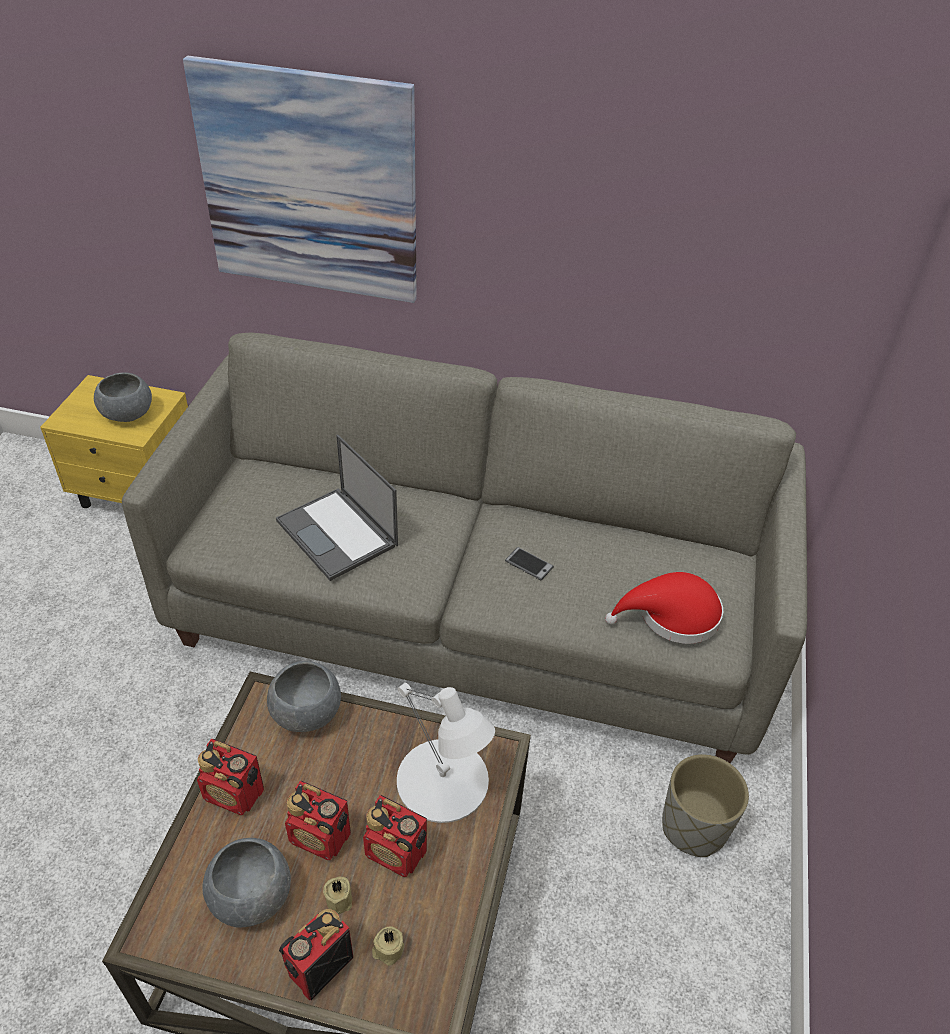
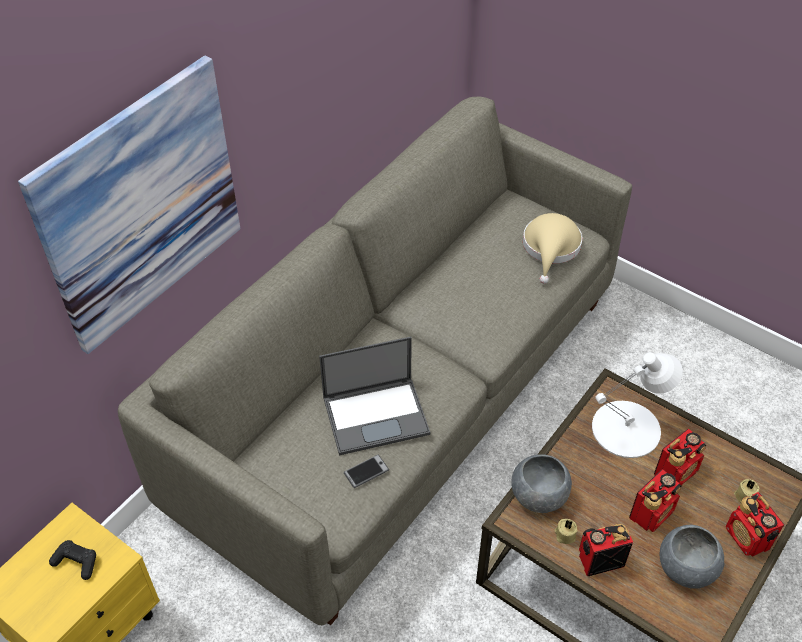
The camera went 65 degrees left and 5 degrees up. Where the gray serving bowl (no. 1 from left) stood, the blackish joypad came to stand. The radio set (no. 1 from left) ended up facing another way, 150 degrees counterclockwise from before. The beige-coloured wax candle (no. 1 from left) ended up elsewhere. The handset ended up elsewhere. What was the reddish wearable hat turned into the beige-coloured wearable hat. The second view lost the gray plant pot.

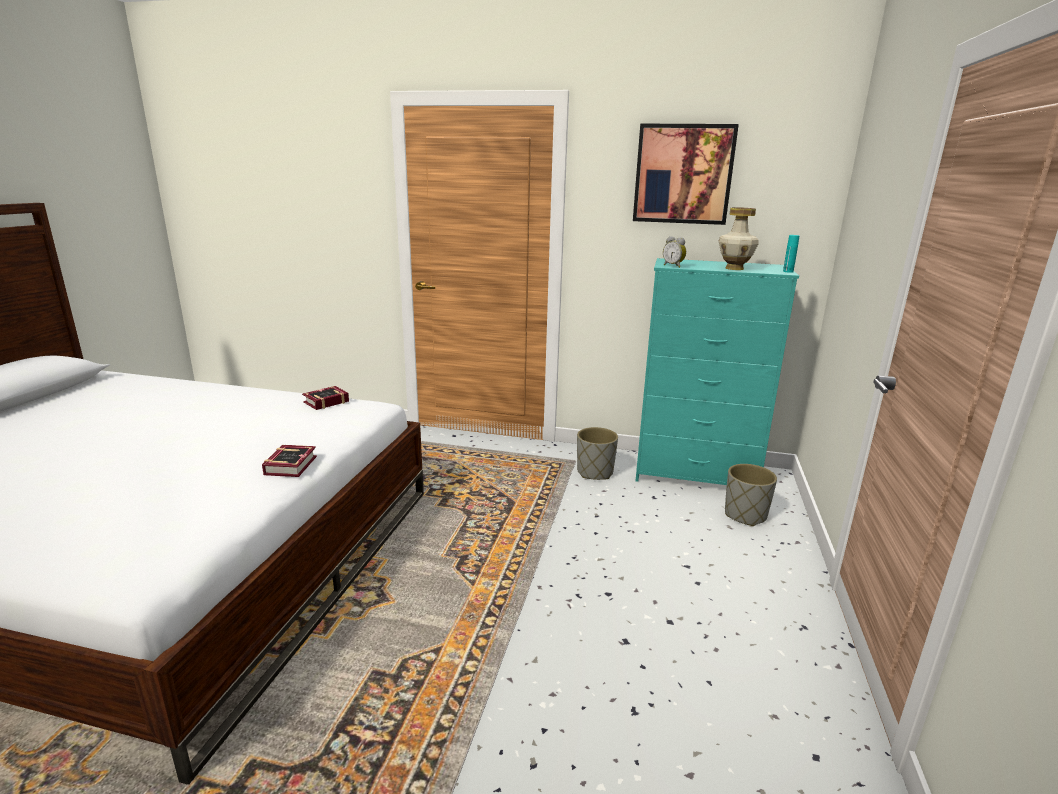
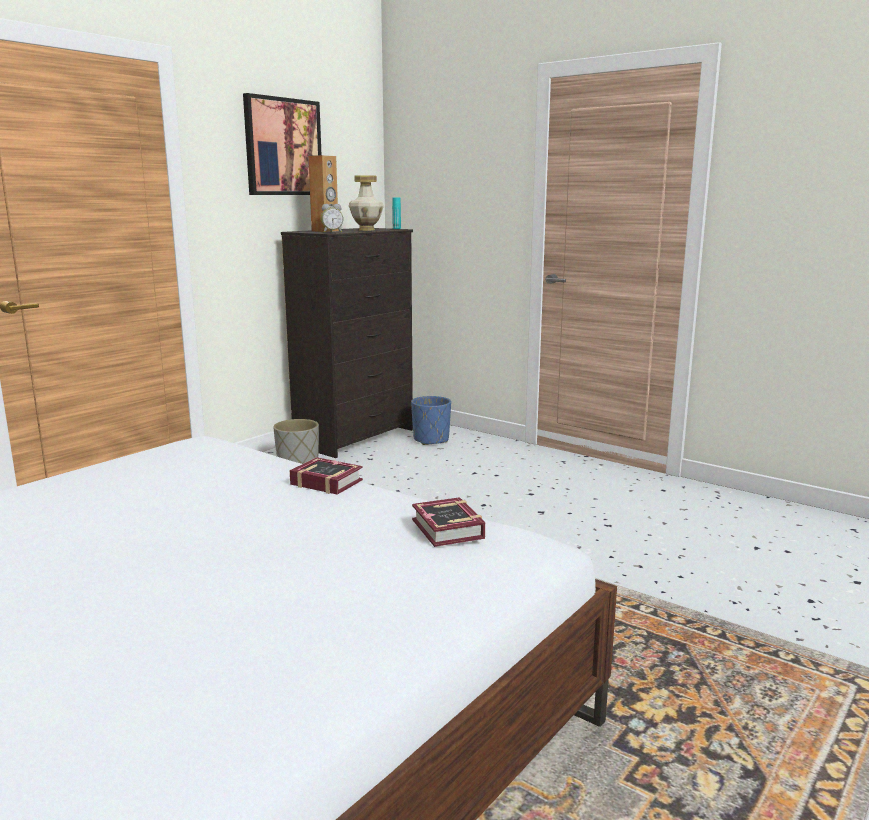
The camera went 65 degrees left and 5 degrees down. The bound book (no. 2 from left) ended up elsewhere. What was the turquoise drawer chest turned into the blackish drawer chest. What was the gray plant pot (no. 2 from left) turned into the bluish plant pot. The second view gained the brown loudspeaker.

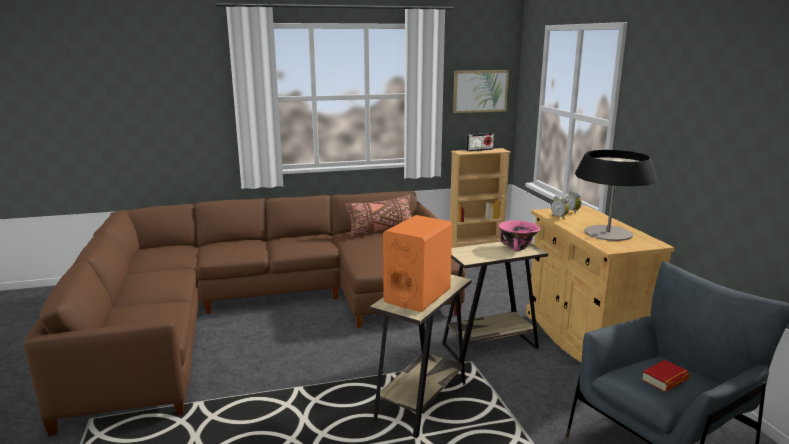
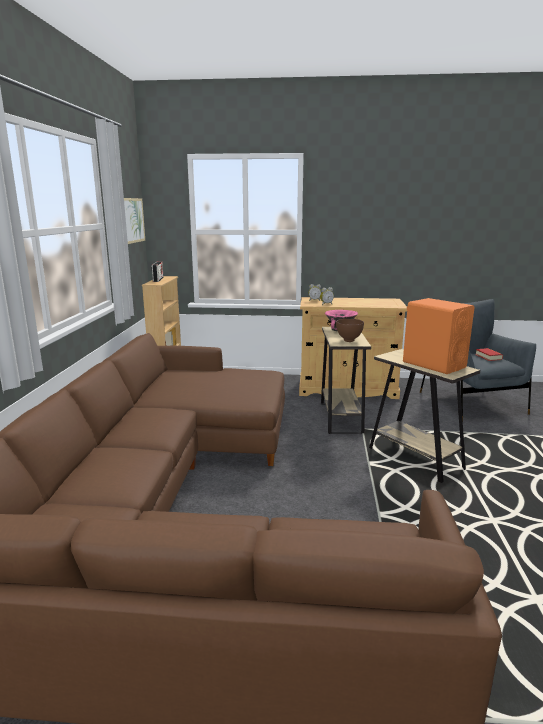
The camera went 70 degrees left and 0 degrees up. The second view lost the brown pillow. The second view lost the lamp for a table. The second view gained the brown serving bowl.

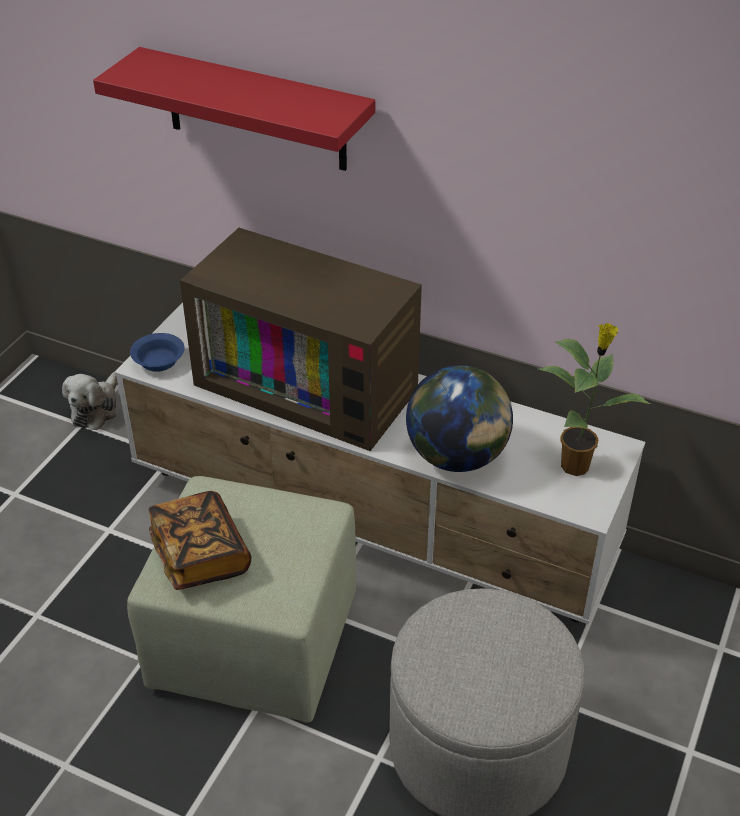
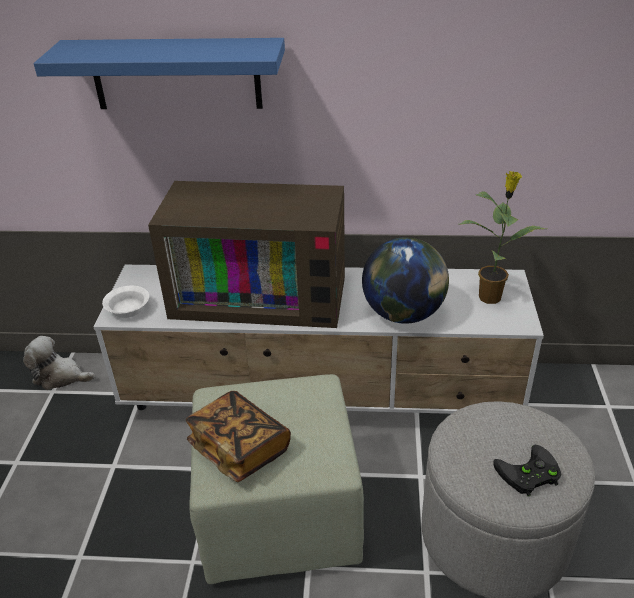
The camera went 20 degrees left and 5 degrees down. The plush toy ended up facing another way, 105 degrees clockwise from before. What was the reddish wall shelf turned into the bluish wall shelf. What was the bluish serving bowl turned into the white serving bowl. The second view gained the blackish joypad.

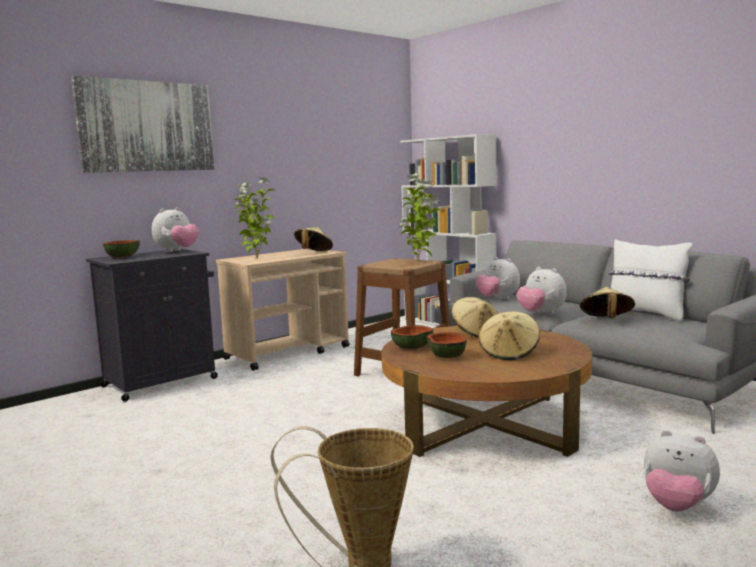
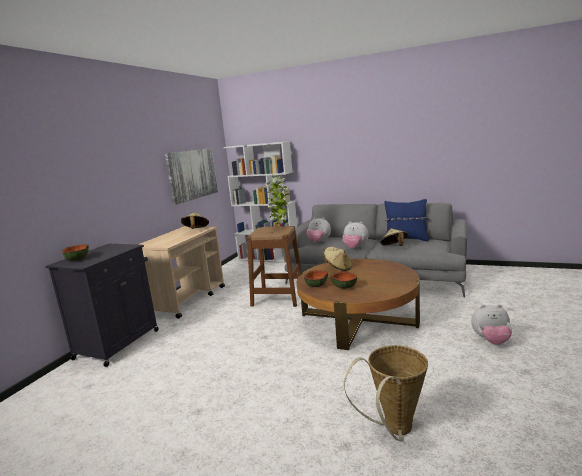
The camera went 25 degrees left and 5 degrees up. The picture ended up elsewhere. The second view lost the plush toy (no. 1 from left). The second view lost the houseplant (no. 1 from left). The second view lost the beige-coloured wearable hat (no. 3 from left). What was the white pillow turned into the bluish pillow.

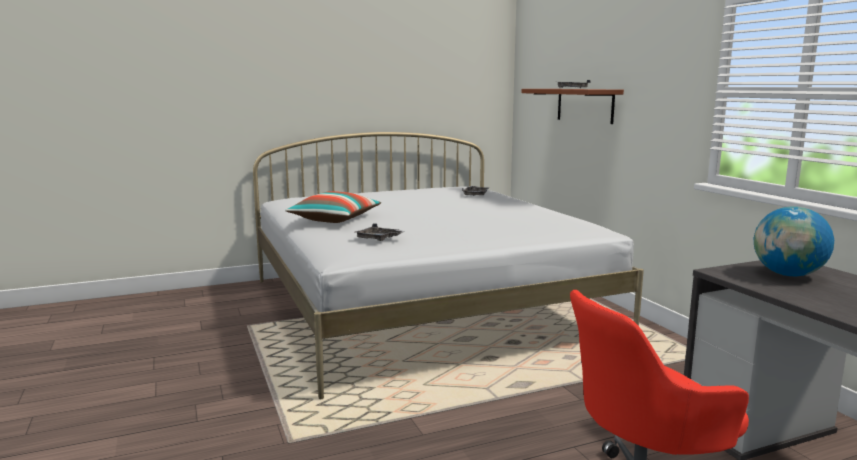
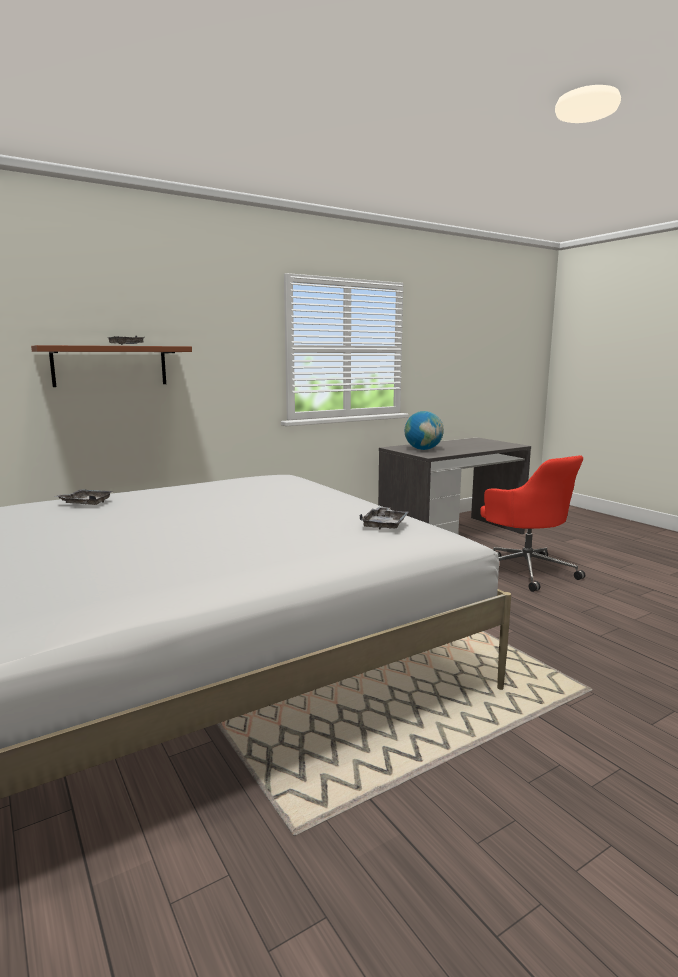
The camera went 100 degrees left and 0 degrees up. The second view lost the pillow.

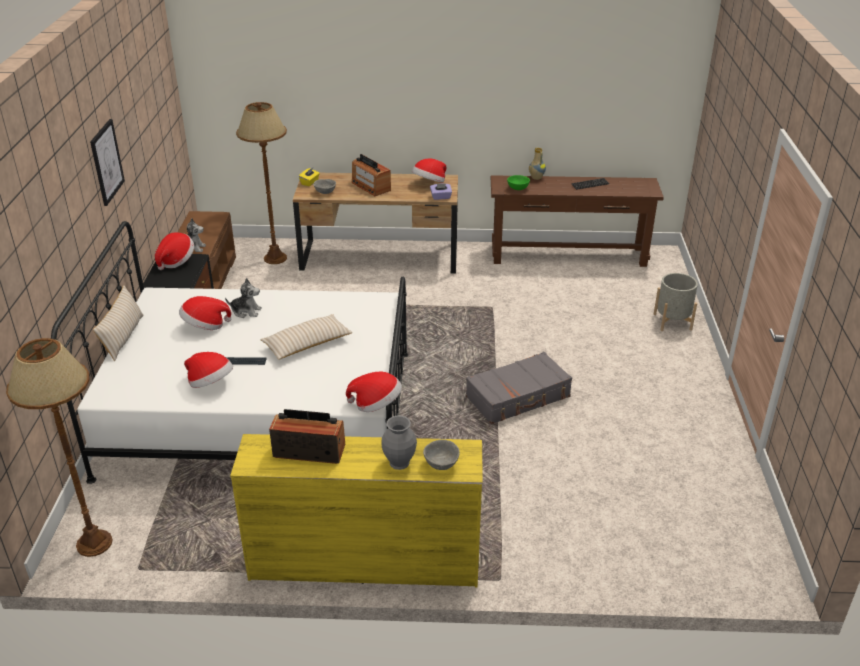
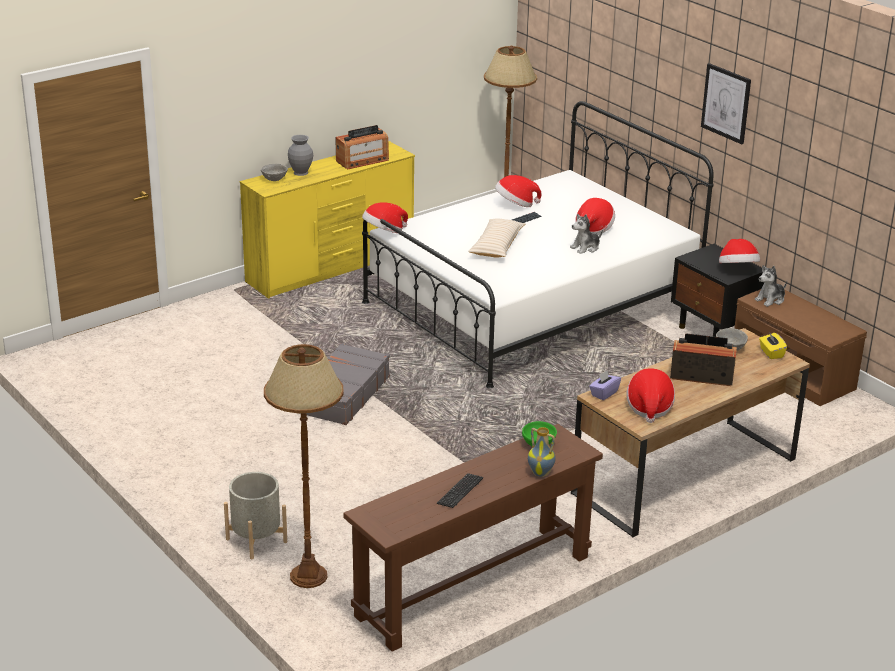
The camera went 140 degrees right and 5 degrees down. The second view lost the beige-coloured pillow (no. 1 from left). The brown standard lamp (no. 2 from left in the first image) ended up elsewhere.

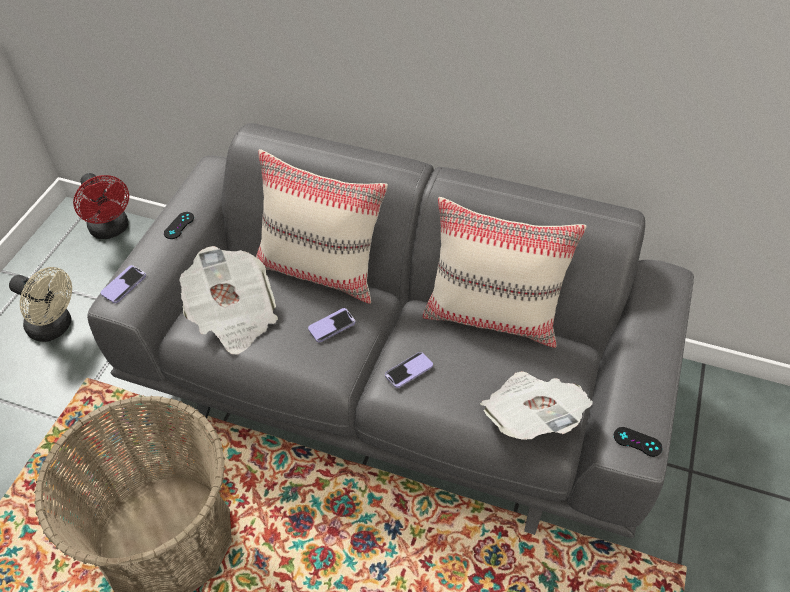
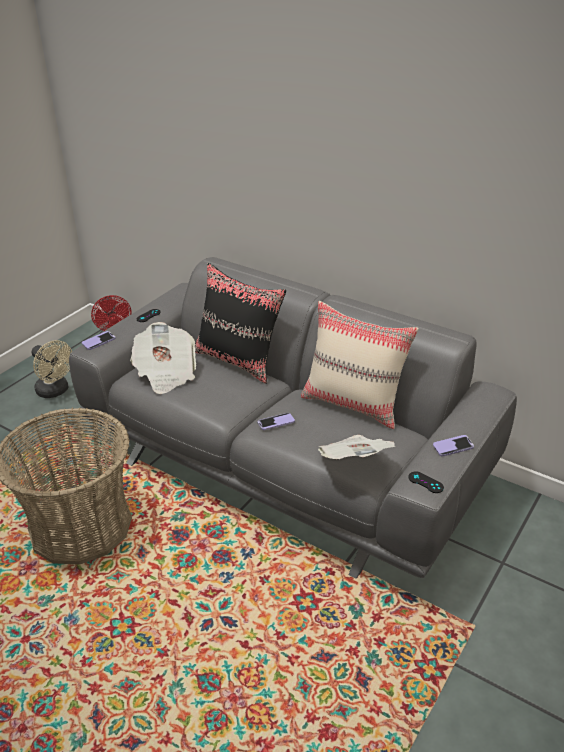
The camera went 15 degrees right and 15 degrees down. What was the beige-coloured pillow (no. 1 from left) turned into the blackish pillow. The handset (no. 2 from left in the first image) ended up elsewhere.

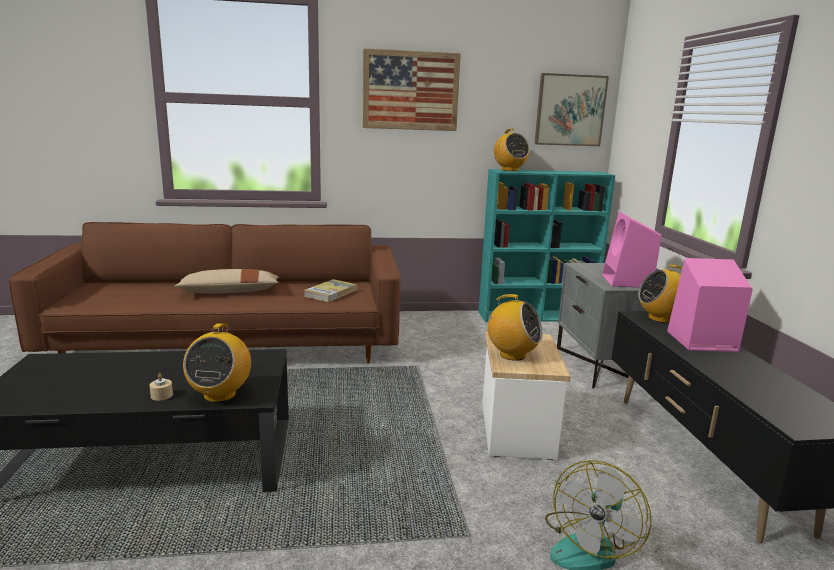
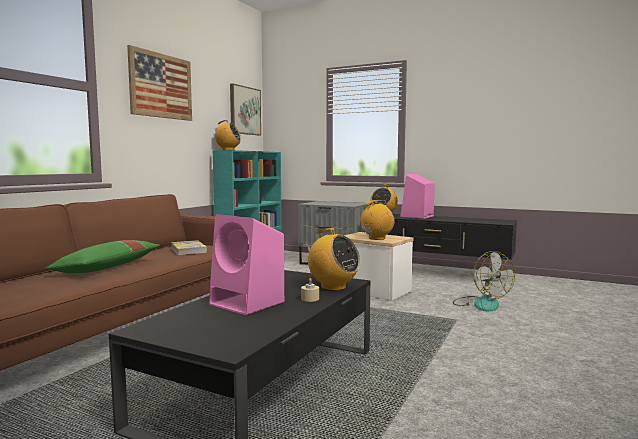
The camera went 55 degrees left and 10 degrees down. What was the beige-coloured pillow turned into the greenish pillow. The pink-coloured loudspeaker (no. 1 from left) ended up elsewhere.

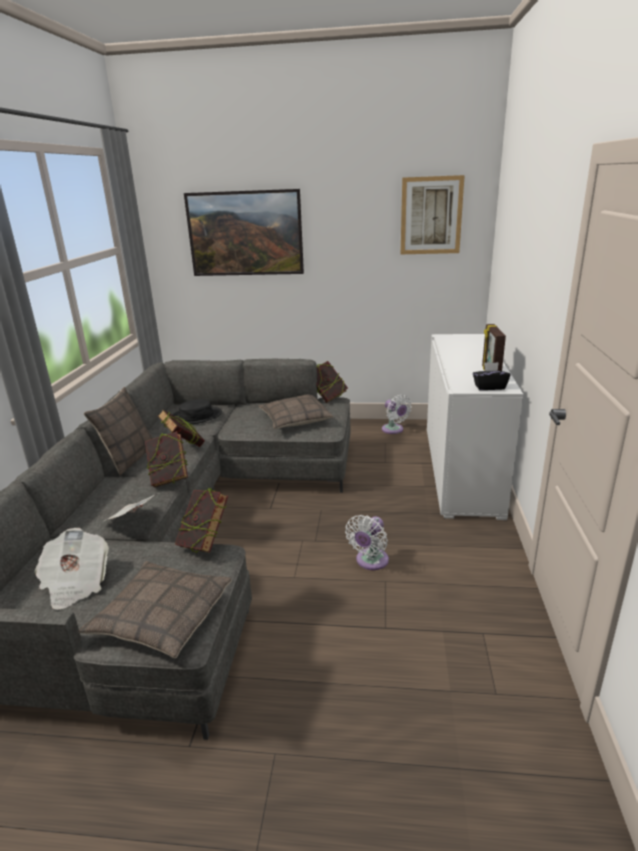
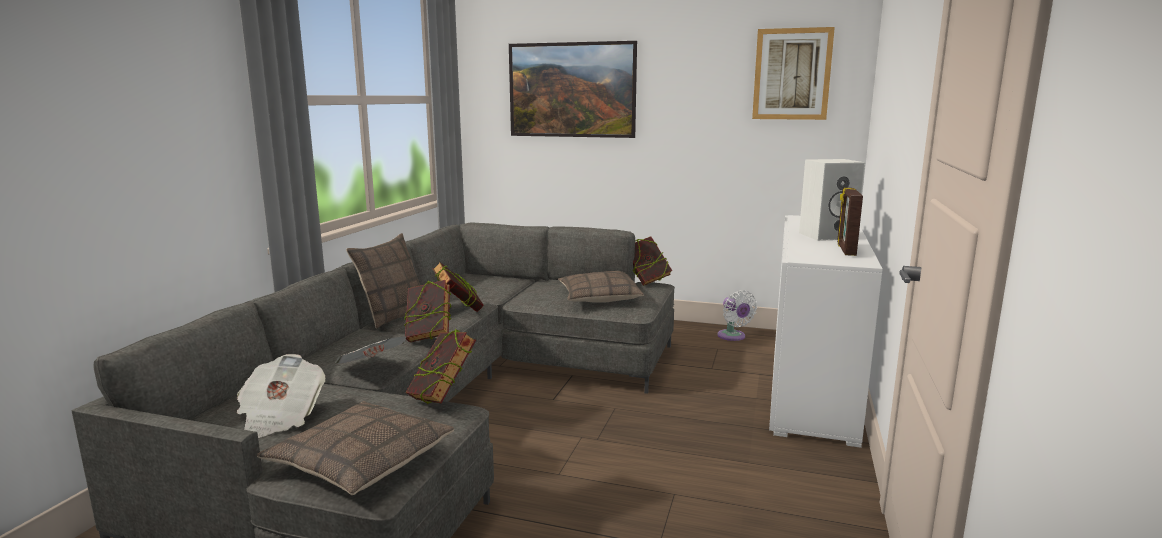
The camera went 10 degrees right and 10 degrees down. The second view lost the blackish wearable hat. The second view lost the white cooling fan (no. 1 from left). The second view lost the blackish box of tissues. The second view gained the white loudspeaker.

